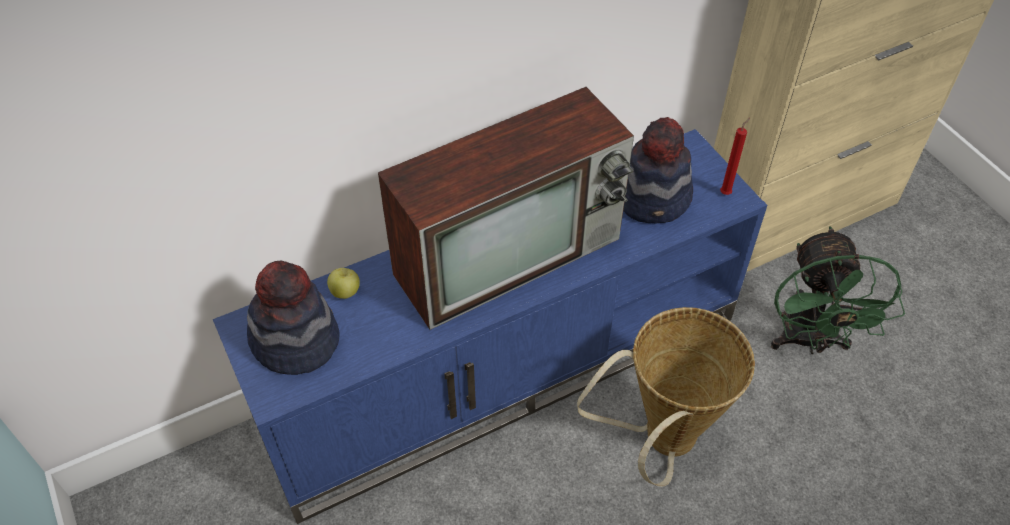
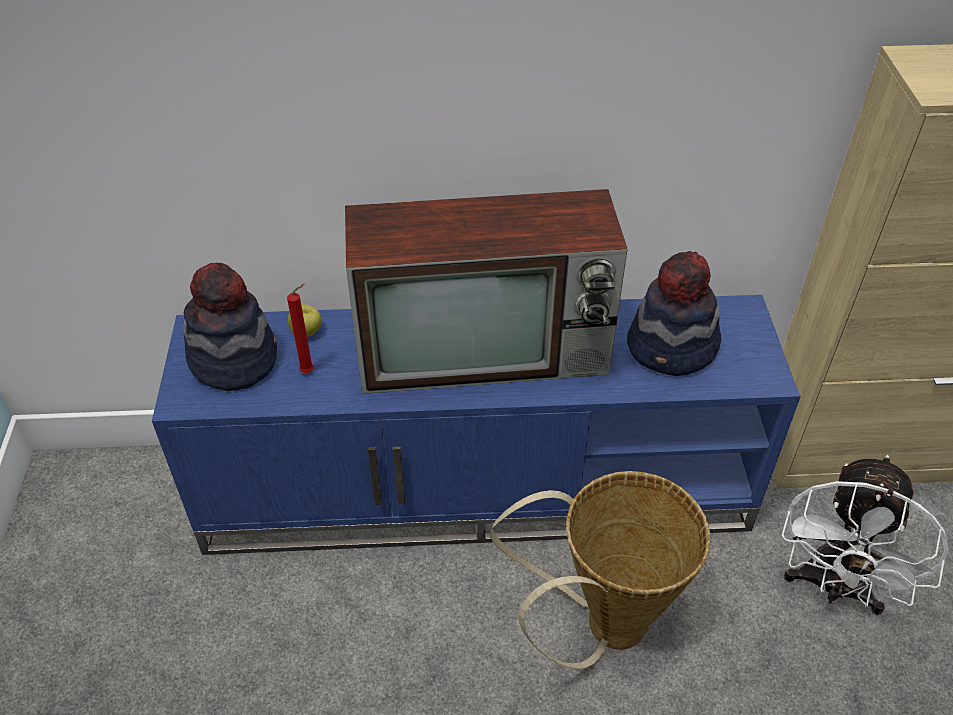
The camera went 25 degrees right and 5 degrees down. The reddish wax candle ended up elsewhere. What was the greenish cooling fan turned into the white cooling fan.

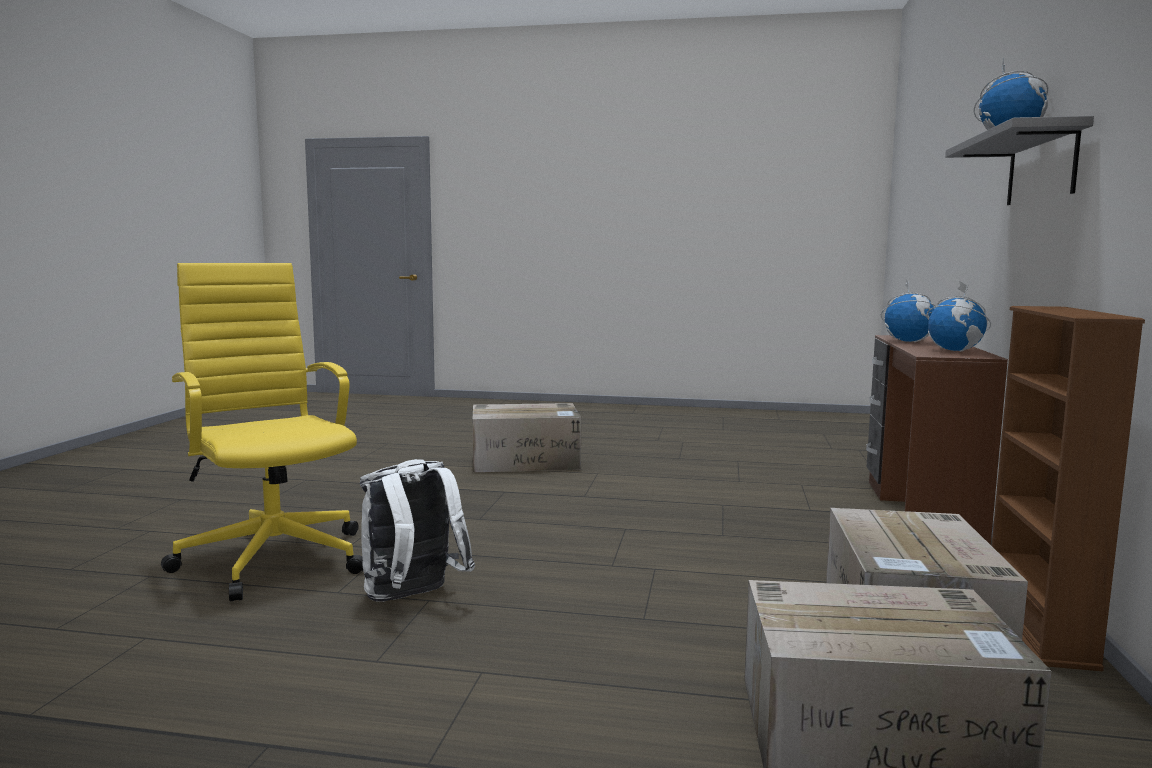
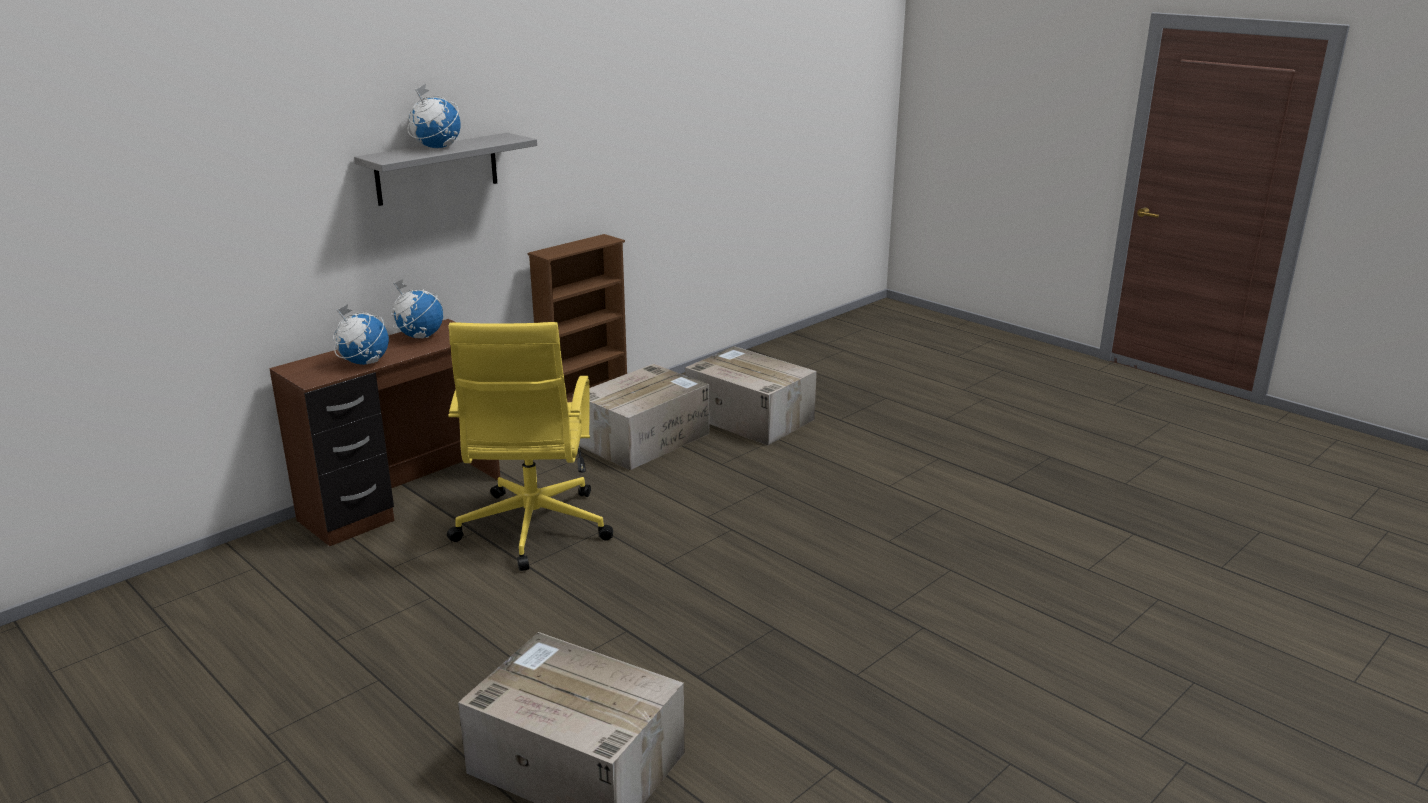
The camera went 145 degrees left and 15 degrees up. The yellowish desk chair ended up elsewhere. The second view lost the white backpack.

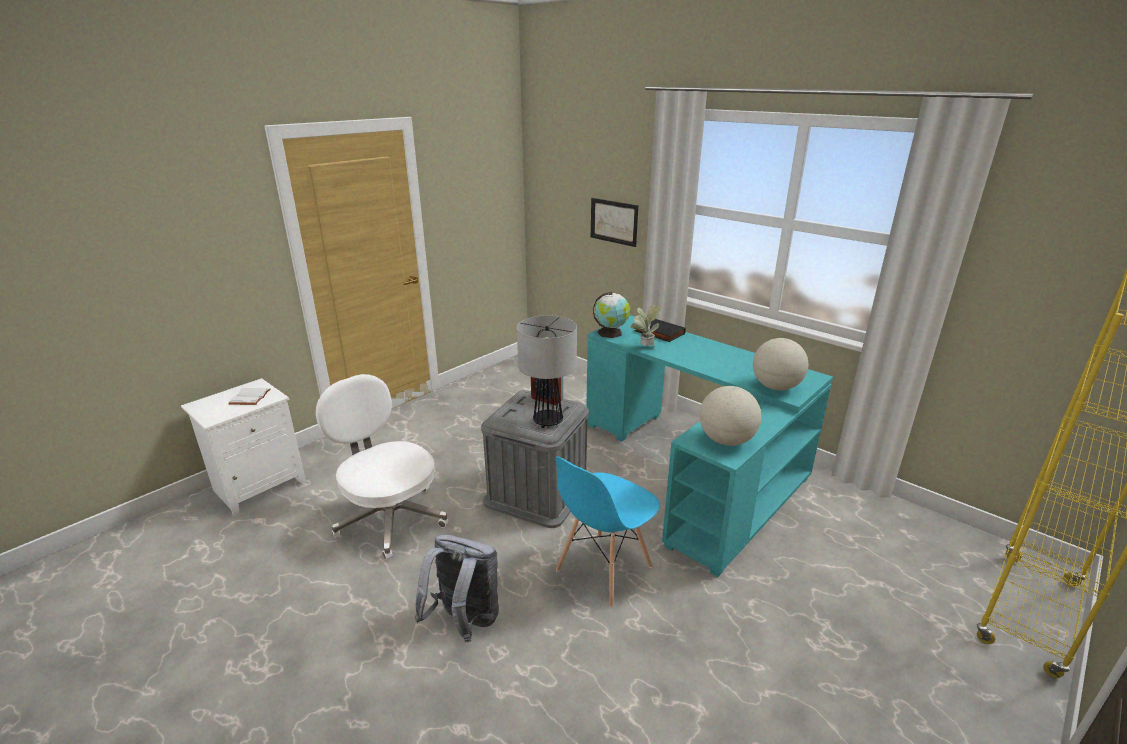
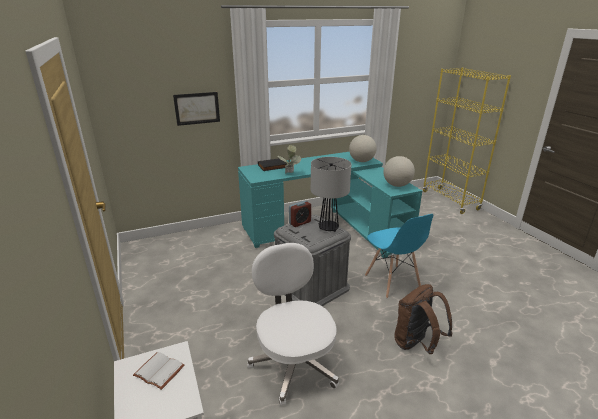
The camera went 65 degrees left and 0 degrees up. The white desk chair ended up facing another way, 90 degrees clockwise from before. What was the gray backpack turned into the brown backpack. The second view lost the desk globe (no. 1 from left).

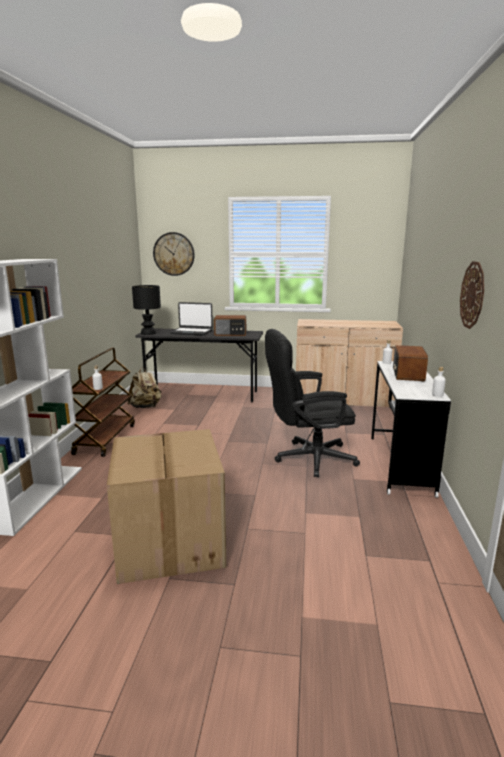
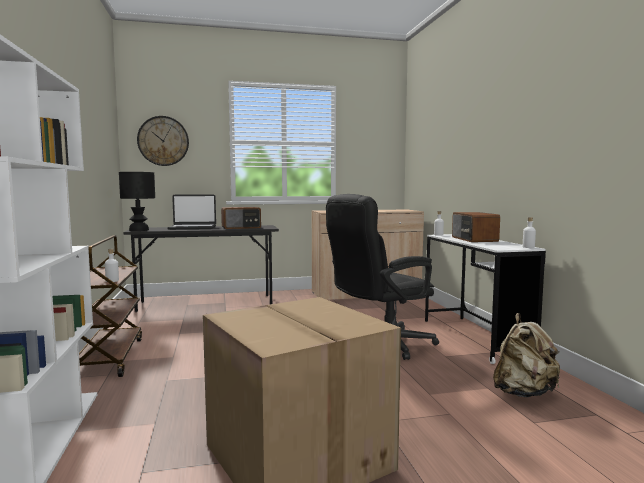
The camera went 20 degrees left and 10 degrees down. The beige-coloured backpack ended up elsewhere. The second view lost the wall clock (no. 2 from left).

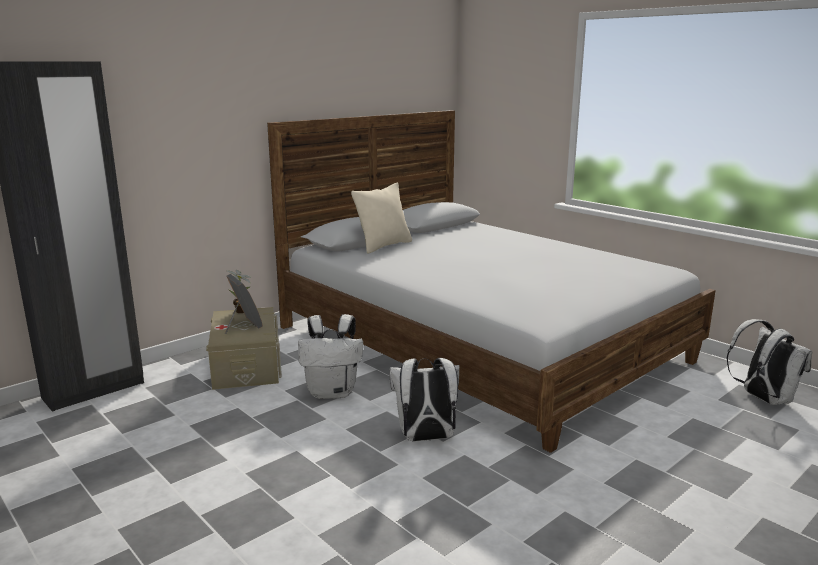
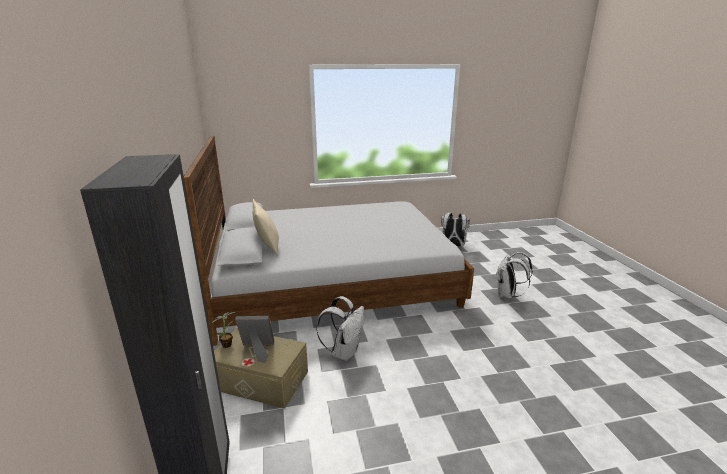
The camera went 60 degrees left and 5 degrees up. The white backpack (no. 2 from left in the first image) ended up elsewhere.

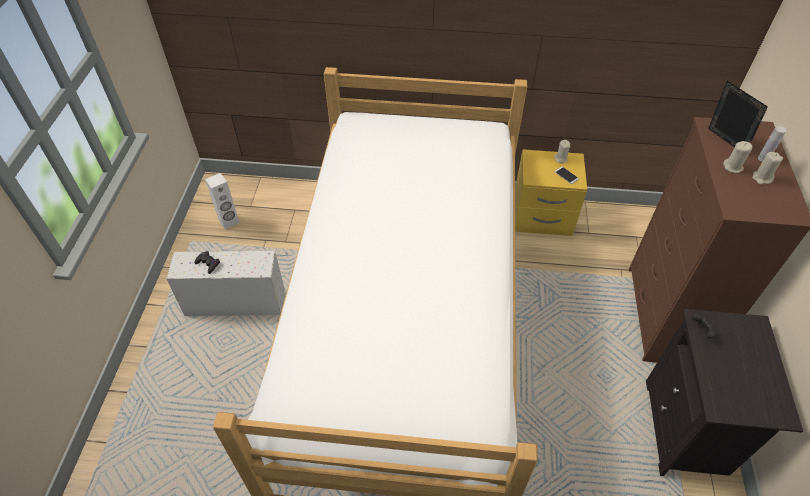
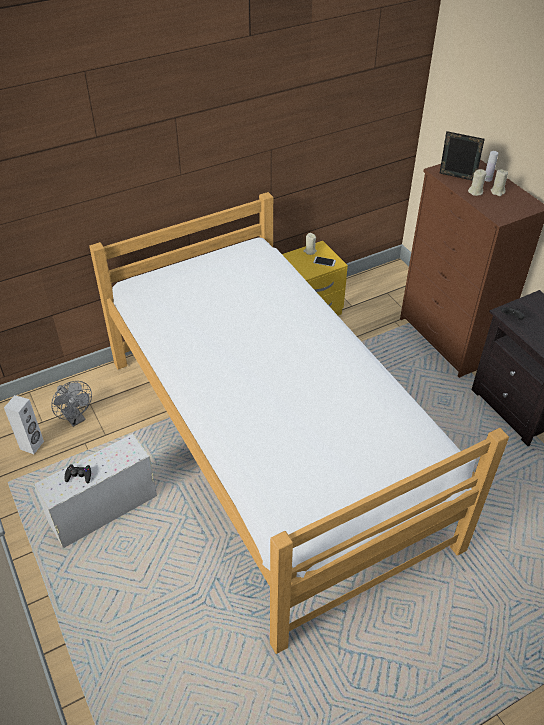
The camera went 35 degrees left and 5 degrees down. The second view gained the gray cooling fan.

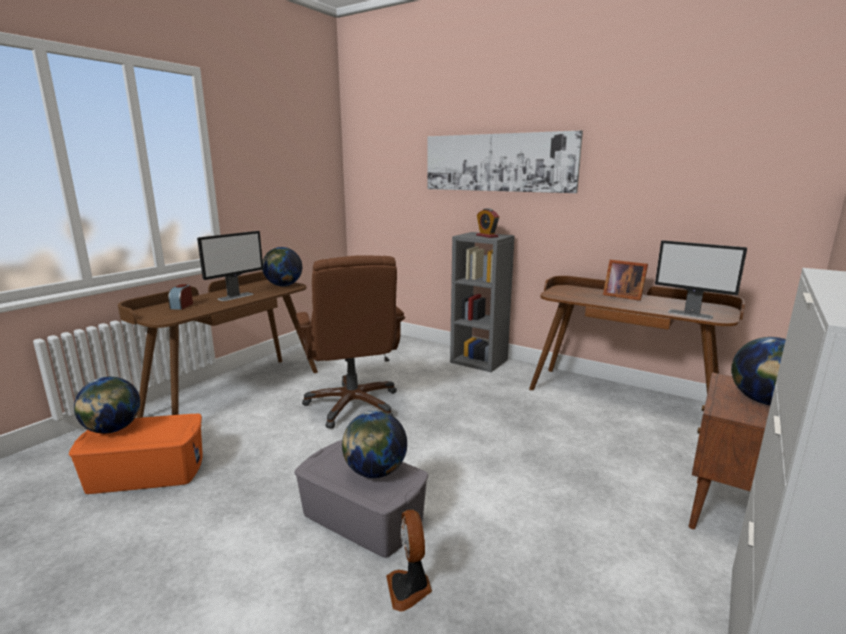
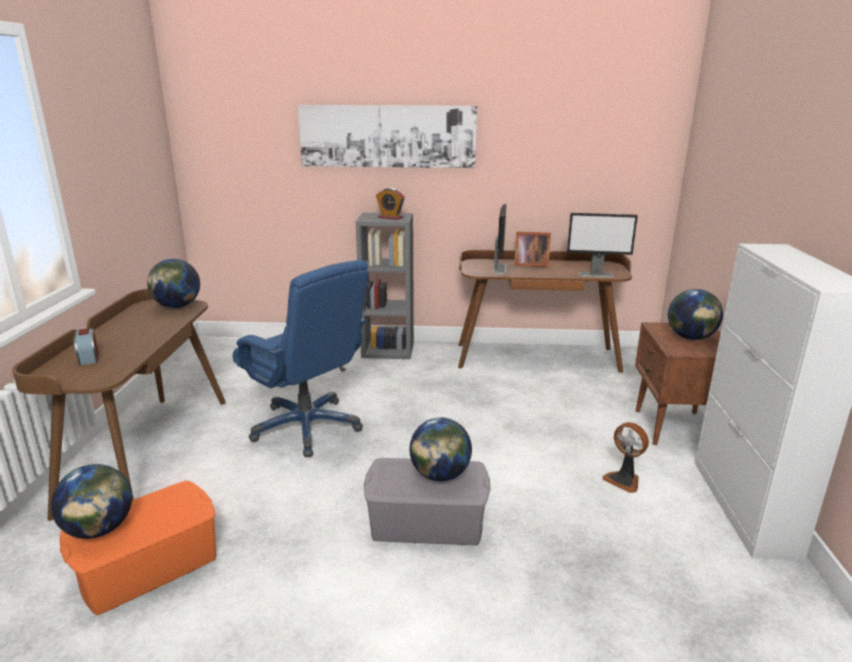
The camera went 30 degrees left and 5 degrees up. The monitor (no. 1 from left) ended up elsewhere. What was the brown desk chair turned into the bluish desk chair. The cooling fan ended up elsewhere.

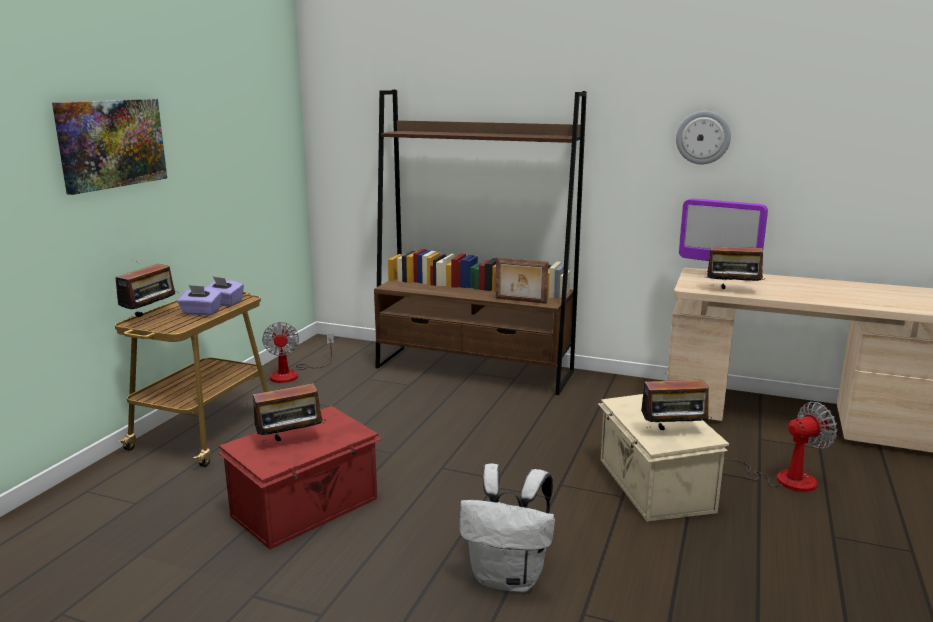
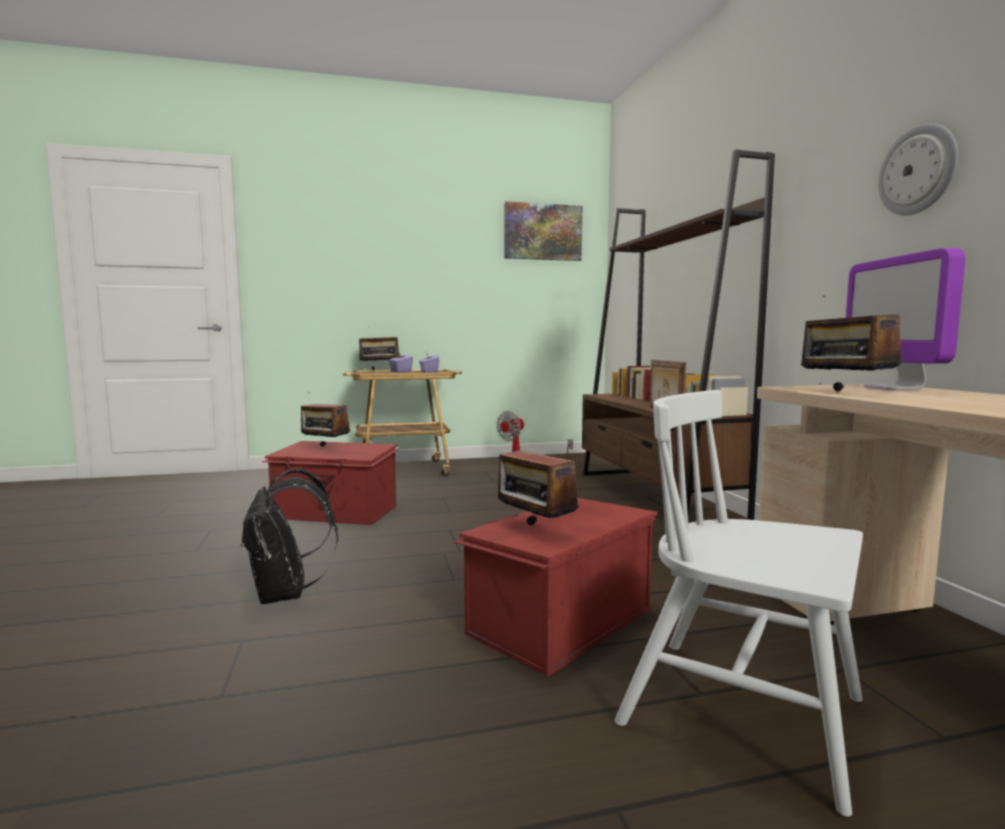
The camera went 55 degrees right and 10 degrees down. The picture ended up elsewhere. What was the white backpack turned into the blackish backpack. What was the beige-coloured storage box turned into the reddish storage box (no. 2 from left). Where the cooling fan (no. 2 from left) stood, the white upright chair came to stand.

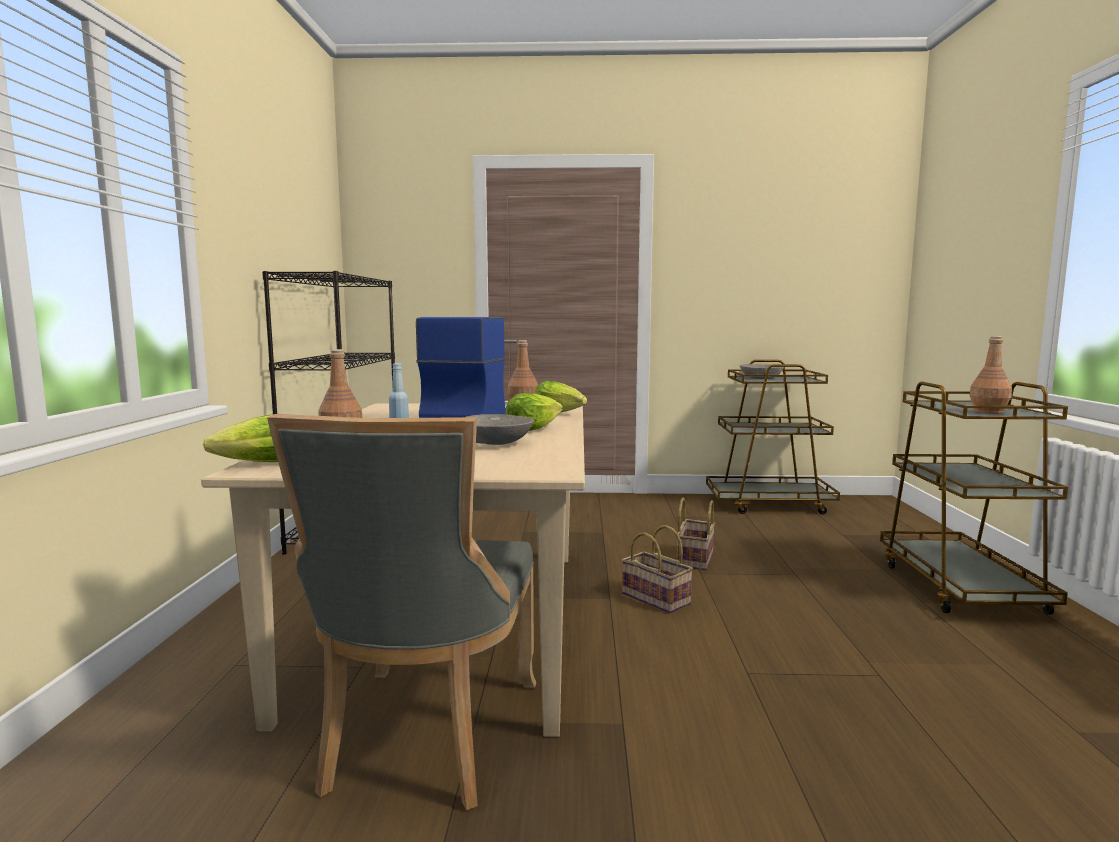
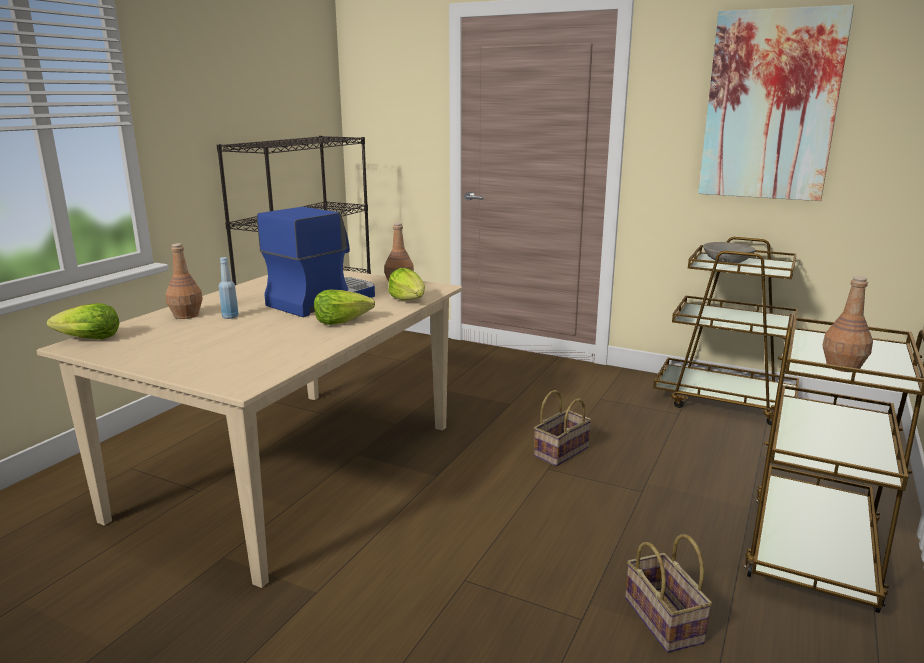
The camera went 25 degrees right and 10 degrees up. The second view lost the gray upright chair. The second view lost the gray serving bowl (no. 1 from left). The basket (no. 1 from left in the first image) ended up elsewhere. The second view gained the picture.

